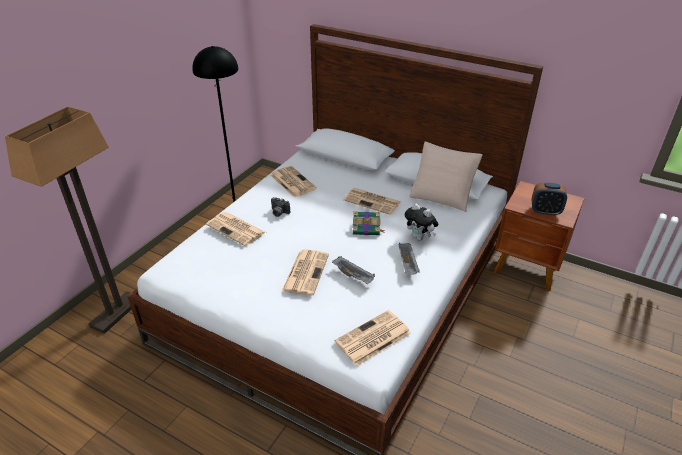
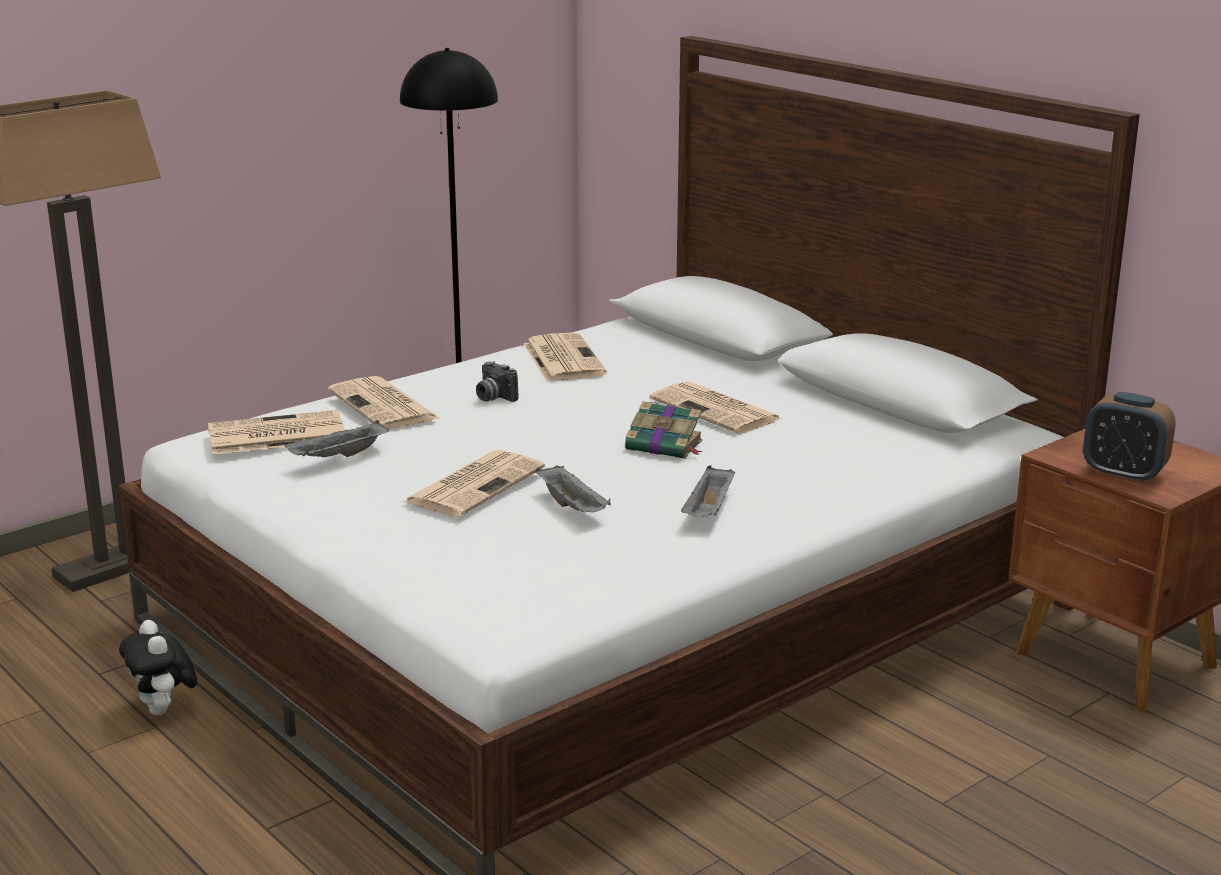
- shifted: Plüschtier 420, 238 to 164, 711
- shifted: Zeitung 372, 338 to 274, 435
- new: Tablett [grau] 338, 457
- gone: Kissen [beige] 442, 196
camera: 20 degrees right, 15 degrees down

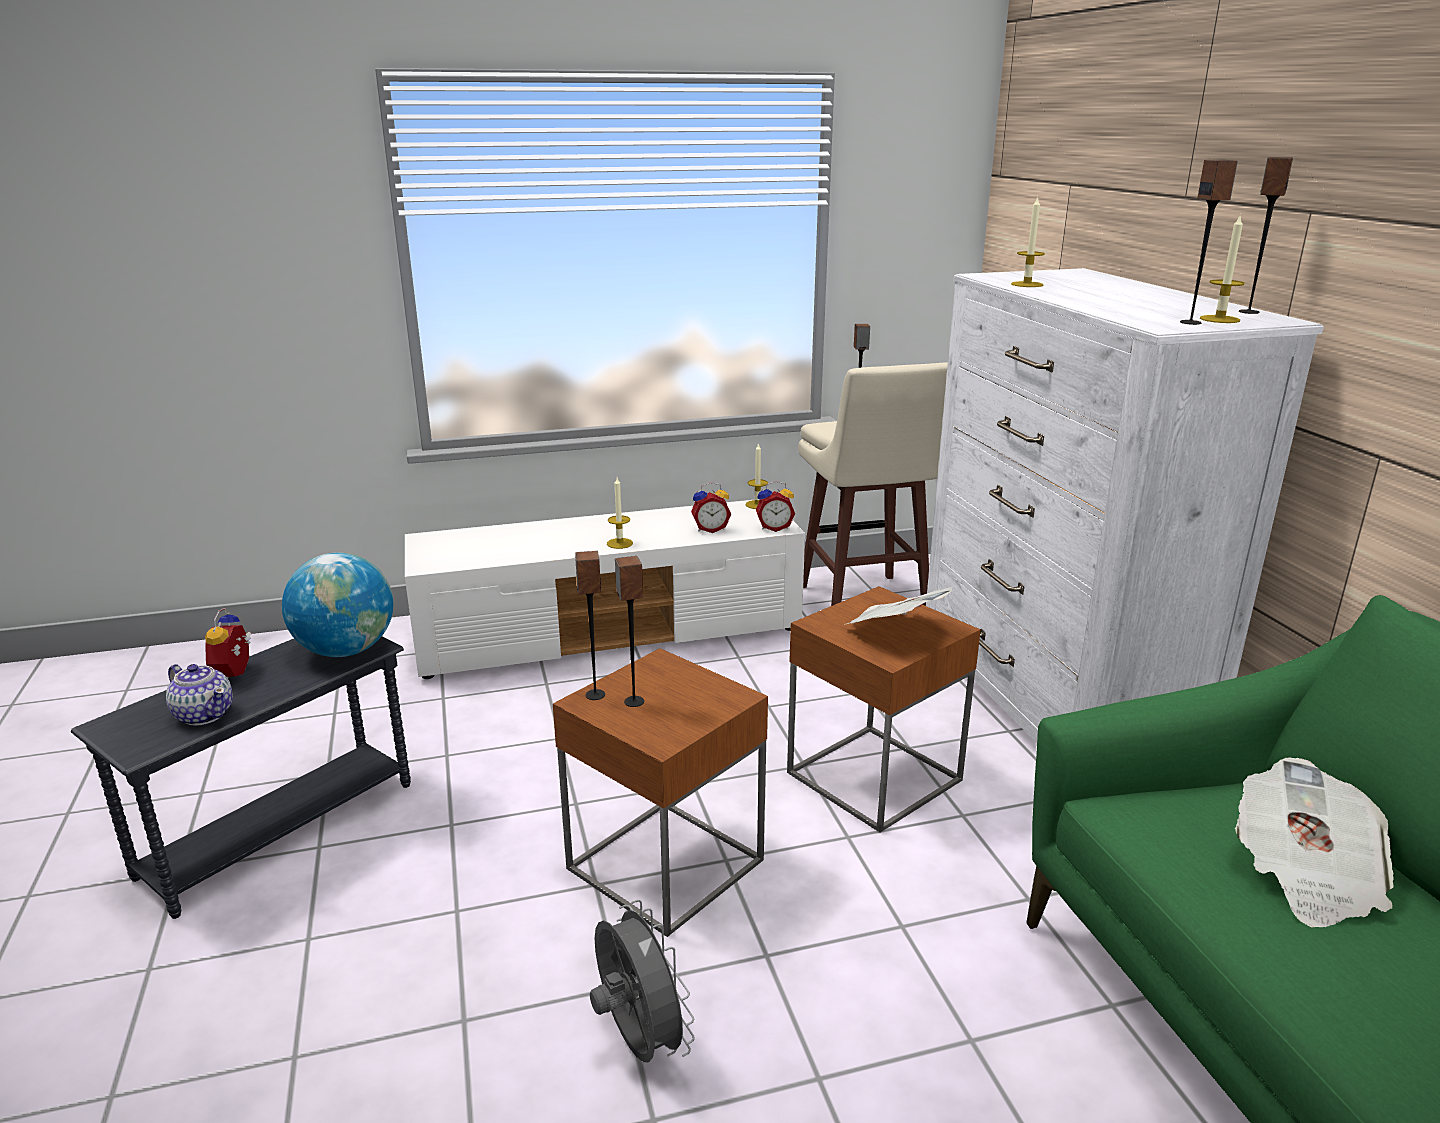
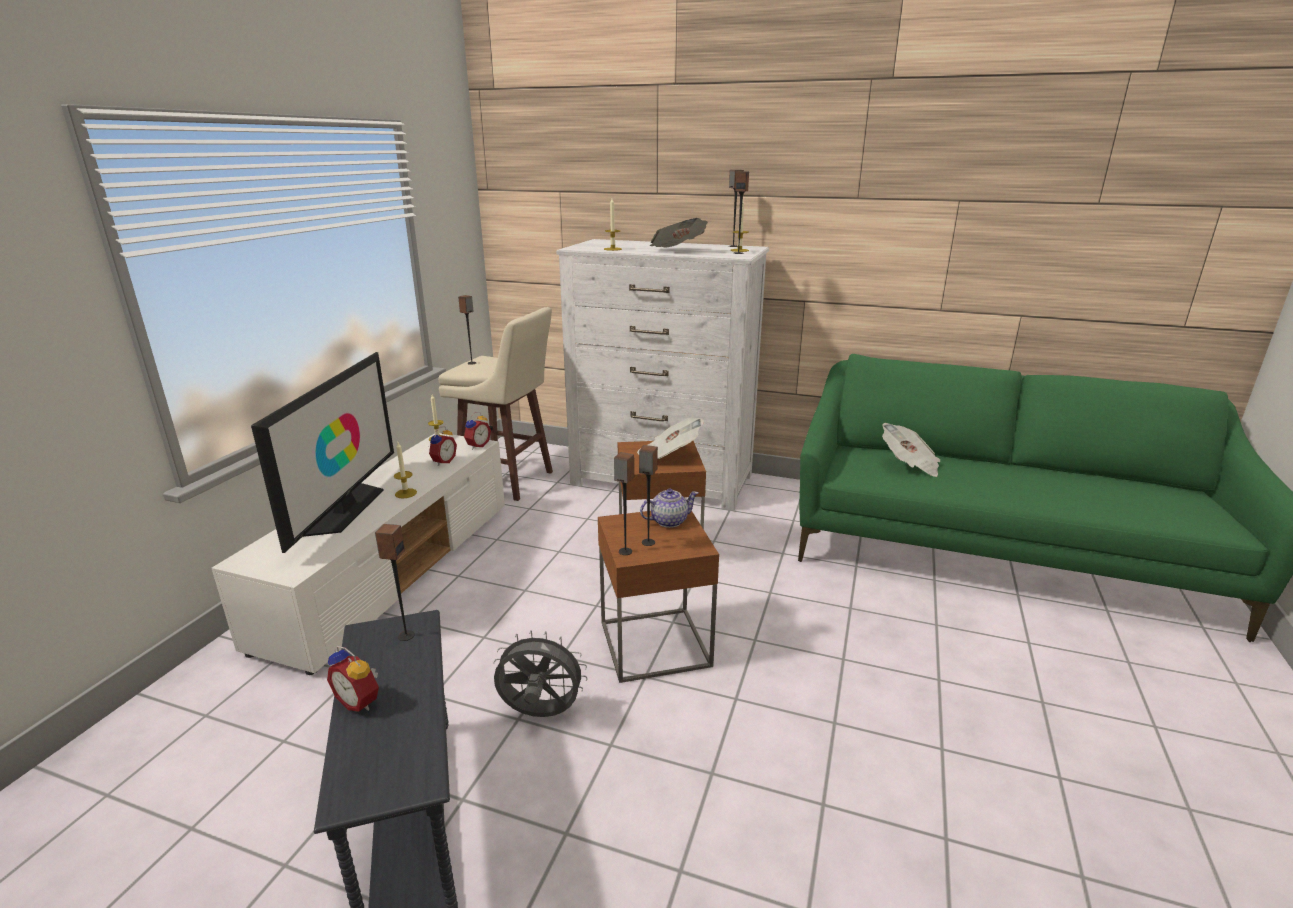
- new: Fernseher 345, 509
- swapped: Globus 346, 650 to Lautsprecher 406, 635
- shifted: Ventilator [grau] 638, 1041 to 540, 714
- shifted: Teekanne 204, 714 to 668, 521
- new: Zeitung 677, 250
camera: 55 degrees left, 0 degrees up

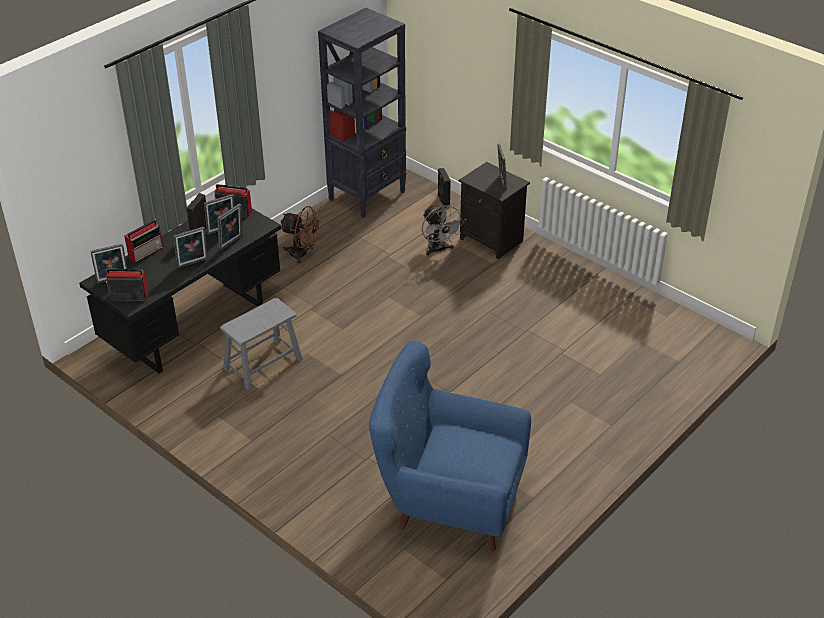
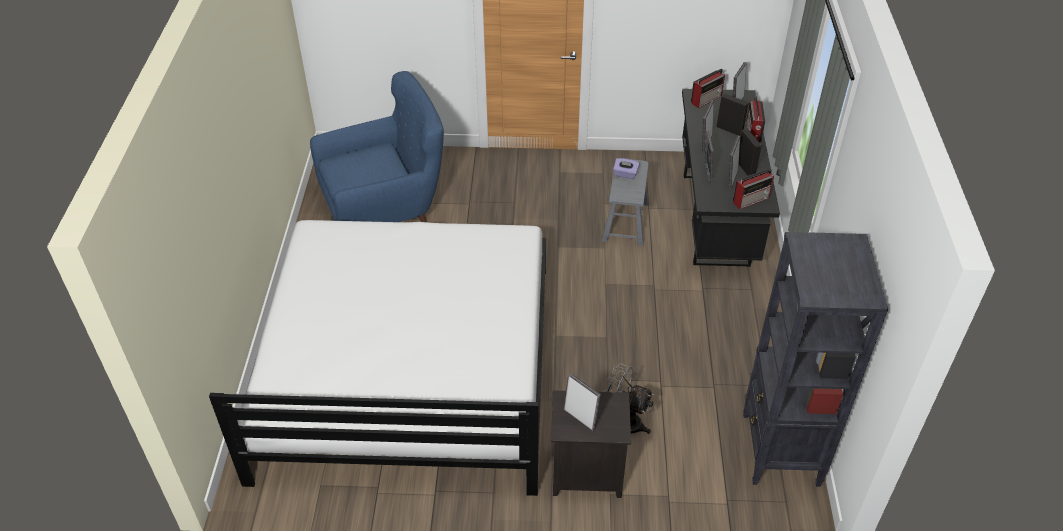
- new: Bett [weiß] 407, 369
- new: Taschentuchbox [lila] 625, 174
- shifted: Lautsprecher [schwarz] 443, 201 to 730, 129
- gone: Ventilator [braun] 302, 254
camera: 140 degrees right, 5 degrees up

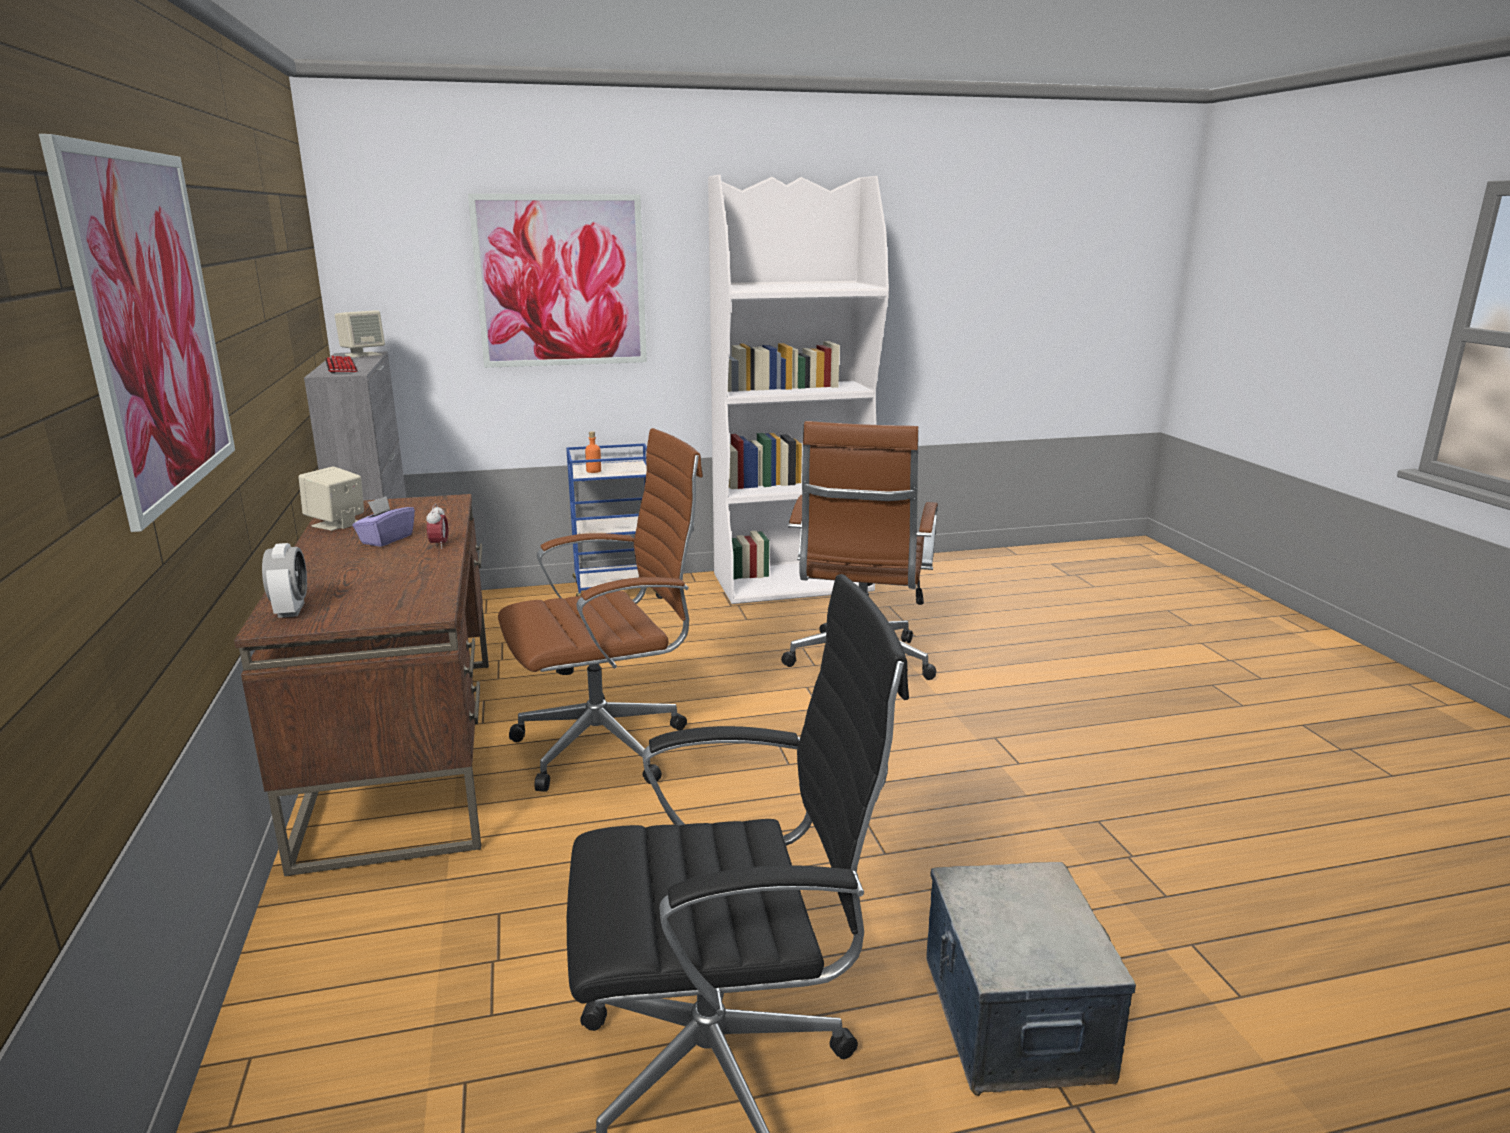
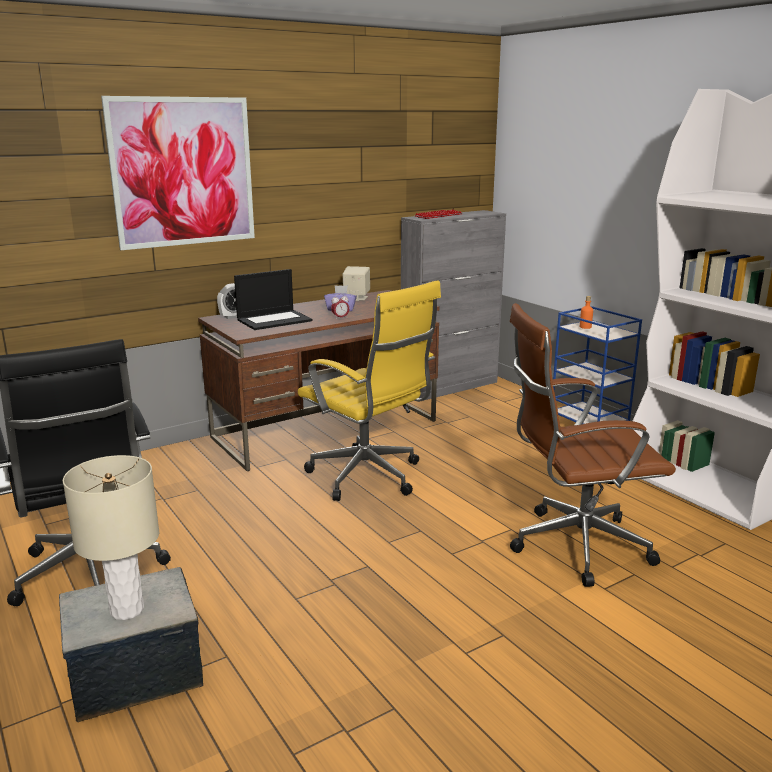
- new: Tischlampe [beige] 126, 610
- new: Laptop 274, 320
- repainted: Bürostuhl [braun] 609, 745 to Bürostuhl [gelb] 369, 477
- gone: Lautsprecher [beige] 363, 355
- gone: Bild 561, 281
camera: 70 degrees right, 0 degrees up

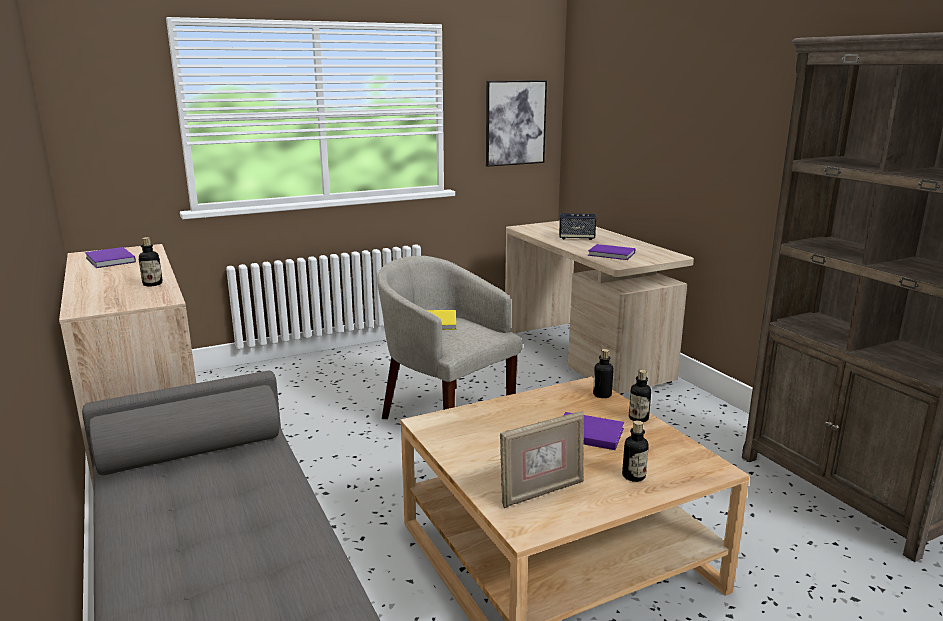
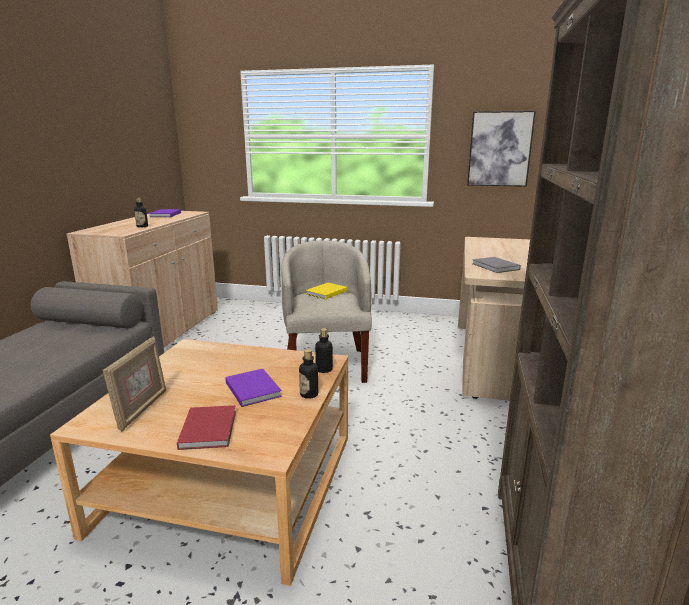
- rotated: Bilderrahmen 541, 492 = 141, 409 90 degrees counterclockwise
- swapped: Flasche 633, 476 to Buch [rot] 210, 428
- repainted: Buch [lila] 612, 254 to Buch [grau] 495, 267
- gone: Lautsprecher 576, 238
camera: 40 degrees right, 0 degrees up

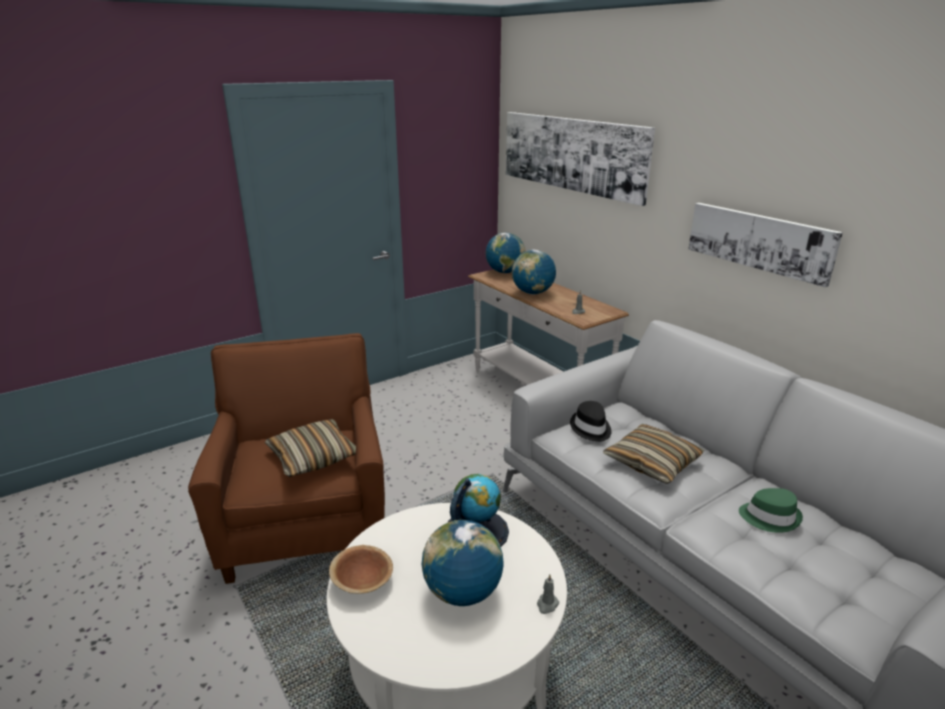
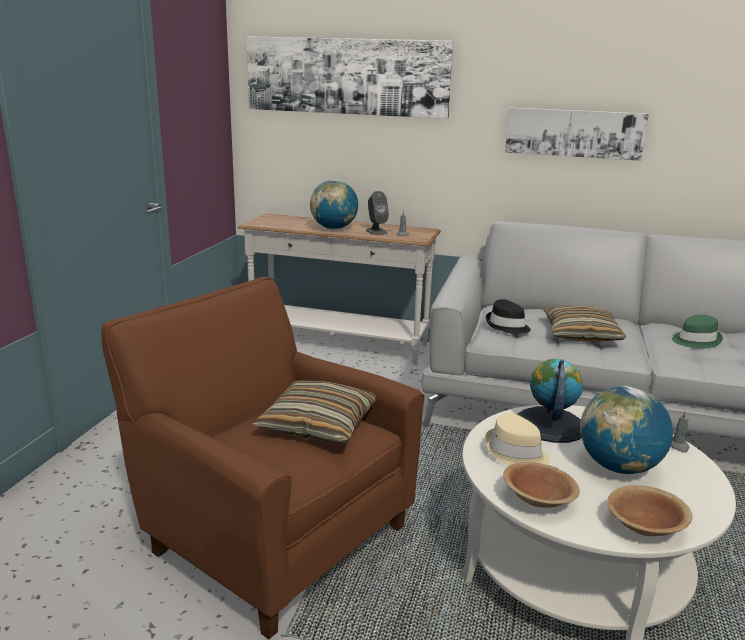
- new: Lautsprecher [grau] 376, 231
- new: Hut [beige] 515, 452
- new: Schüssel [braun] 644, 526
- gone: Globus 505, 272
camera: 40 degrees left, 5 degrees down

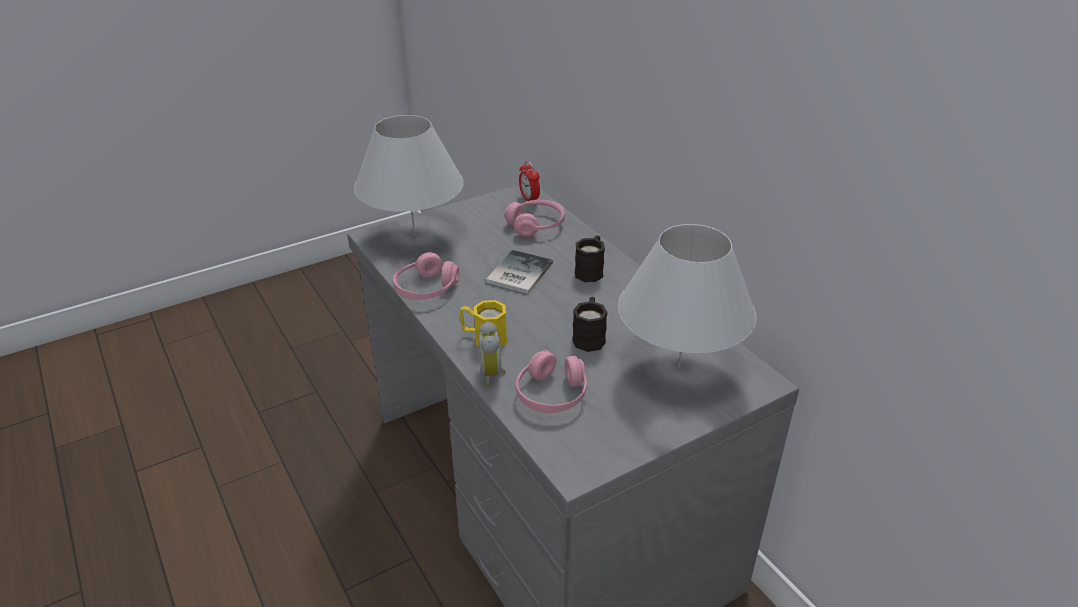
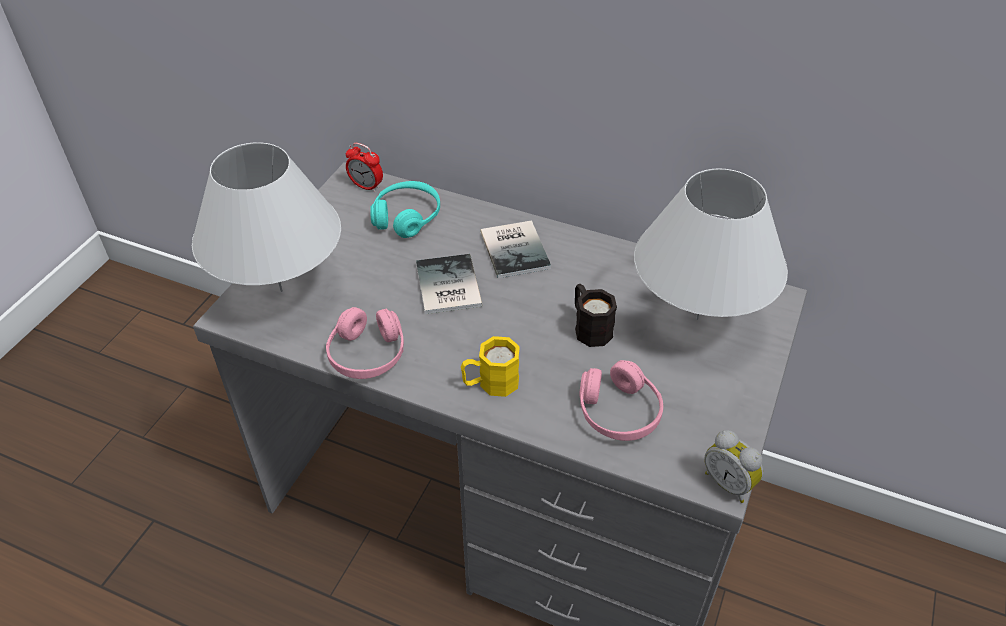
- repainted: Kopfhörer [rosa] 536, 225 to Kopfhörer [türkis] 407, 217
- swapped: Henkelbecher [schwarz] 590, 270 to Buch 516, 248
- shifted: Wecker 493, 374 to 729, 483
camera: 35 degrees left, 10 degrees up

